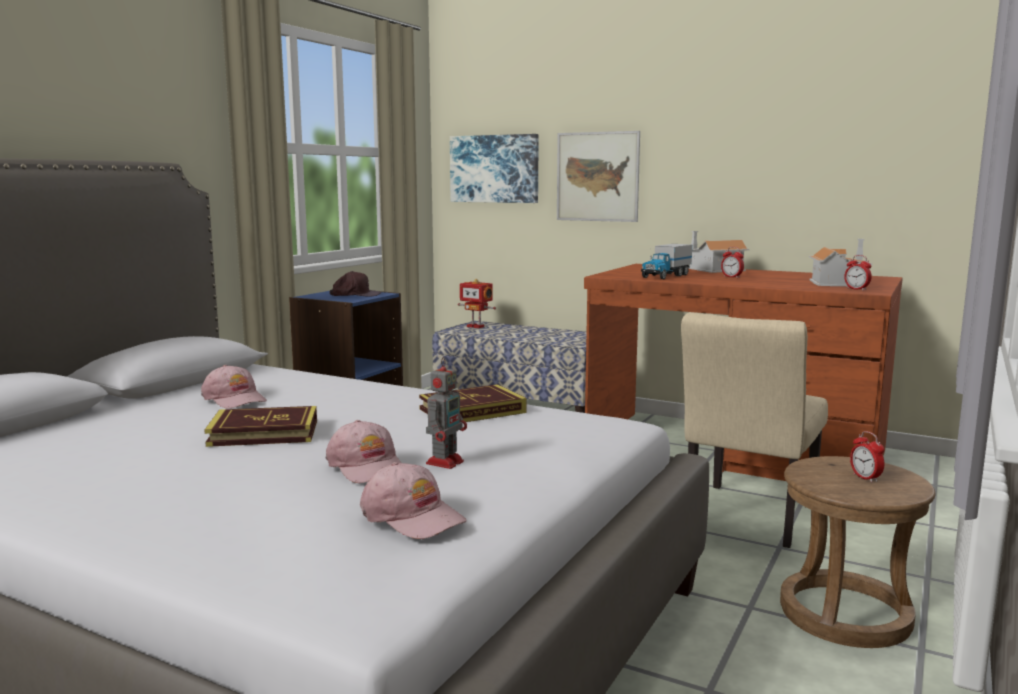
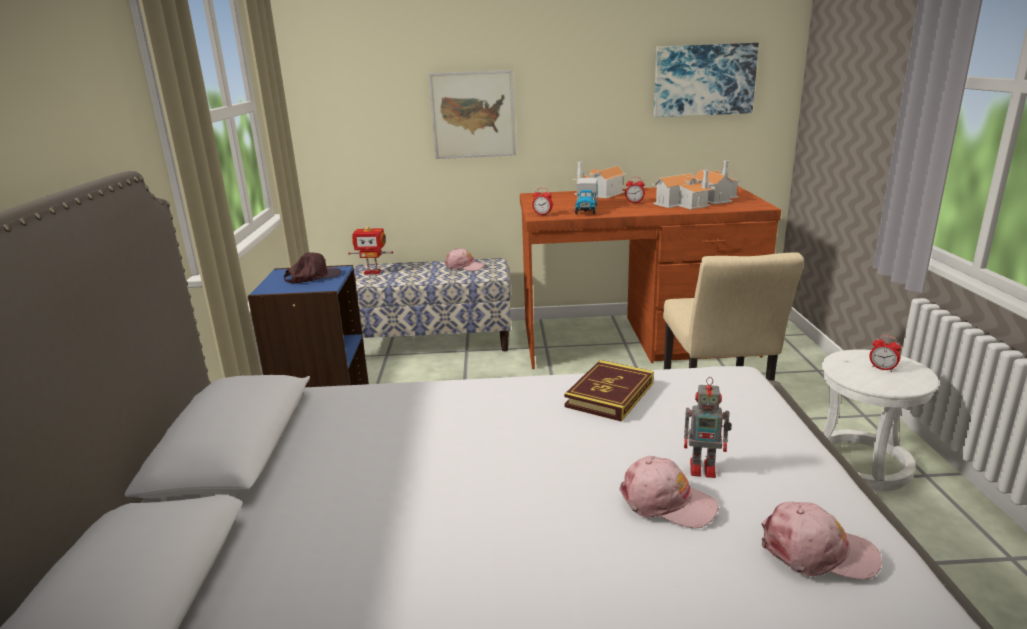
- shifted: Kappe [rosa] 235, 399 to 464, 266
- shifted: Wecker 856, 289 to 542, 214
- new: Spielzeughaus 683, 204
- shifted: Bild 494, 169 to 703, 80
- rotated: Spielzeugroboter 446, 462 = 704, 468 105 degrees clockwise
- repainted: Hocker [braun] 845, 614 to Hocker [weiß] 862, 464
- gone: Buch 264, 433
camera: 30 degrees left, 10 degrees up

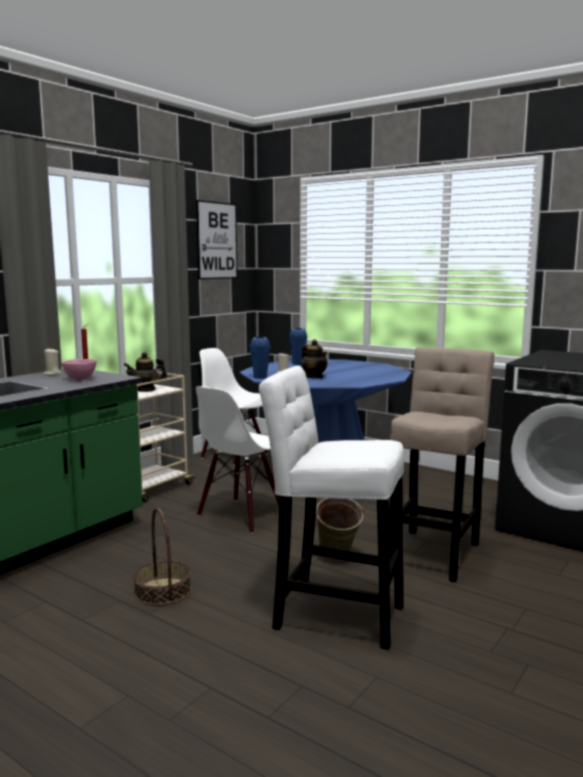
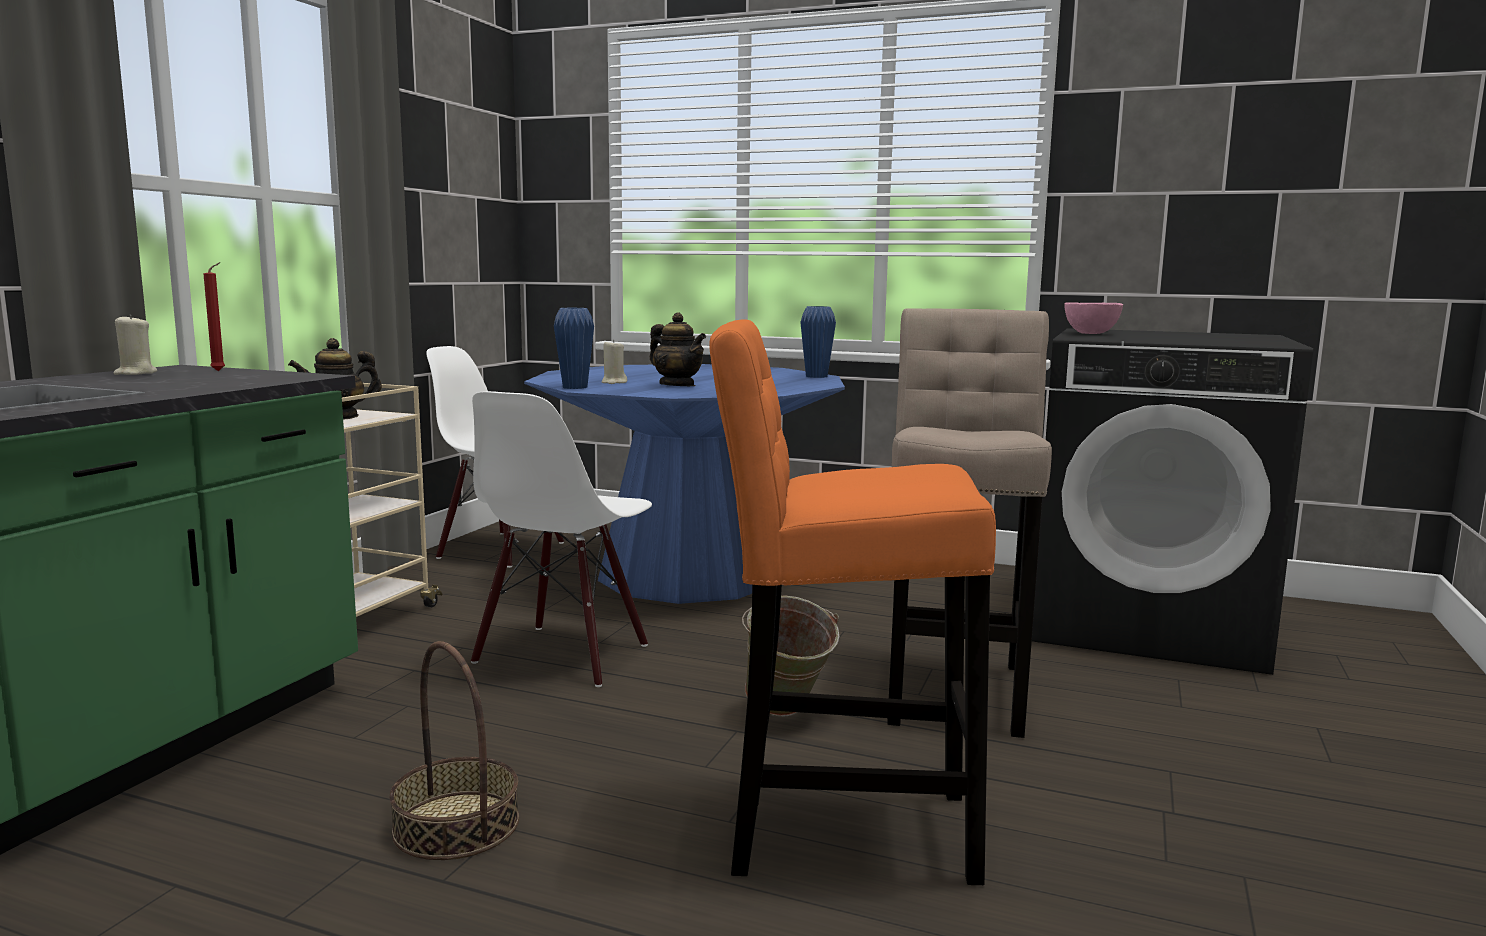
- repainted: Hocker [weiß] 332, 614 to Hocker [orange] 836, 828
- shifted: Vase [blau] 298, 364 to 816, 376
- shifted: Schüssel [rosa] 79, 379 to 1091, 333
- gone: Bild 217, 240
camera: 15 degrees left, 0 degrees up

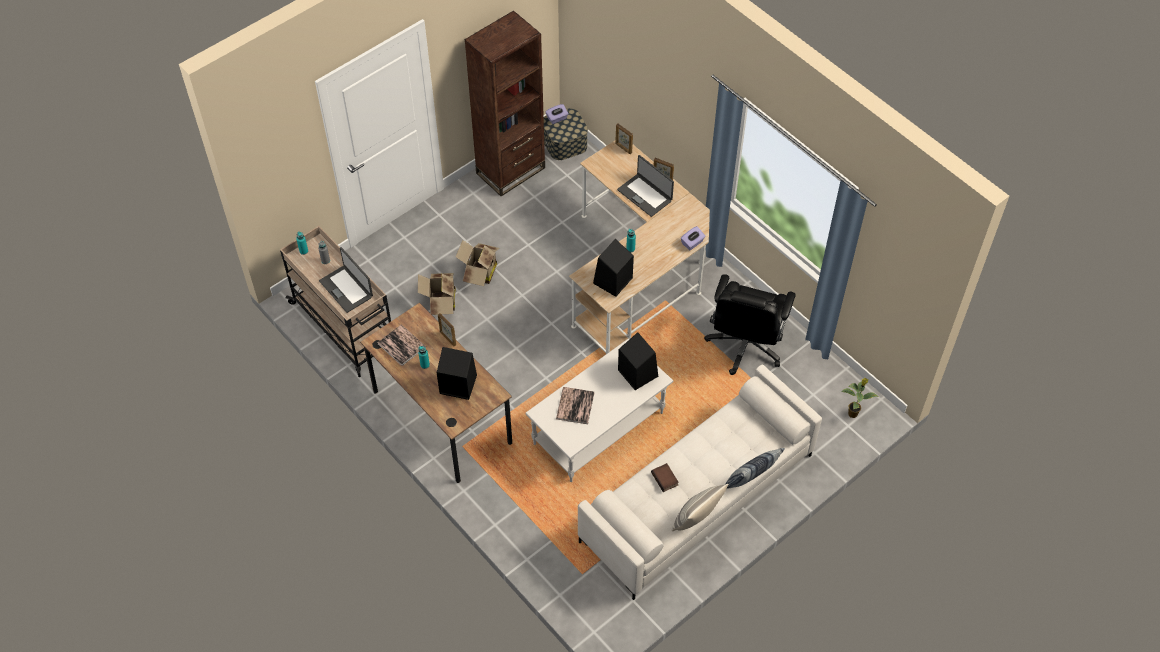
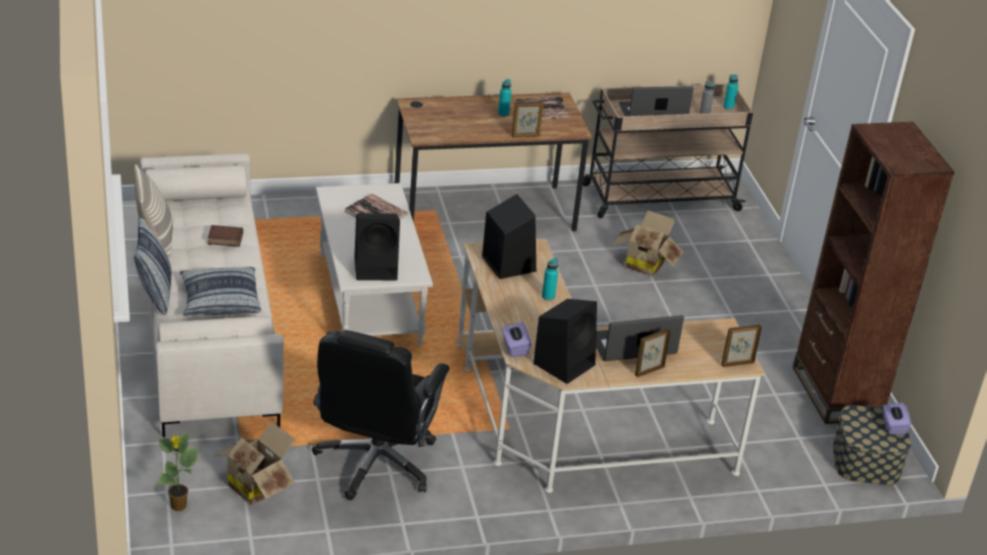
- new: Kissen 220, 300
- shifted: Karton 479, 273 to 257, 485
- rotated: Bürostuhl [schwarz] 745, 345 = 375, 463 120 degrees counterclockwise
- shifted: Lautsprecher [schwarz] 457, 384 to 564, 363
camera: 115 degrees right, 20 degrees down

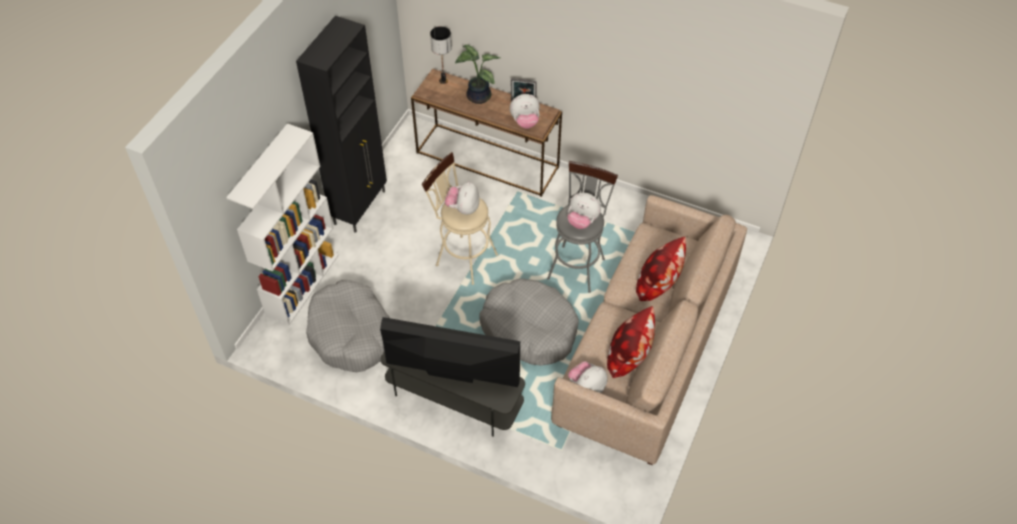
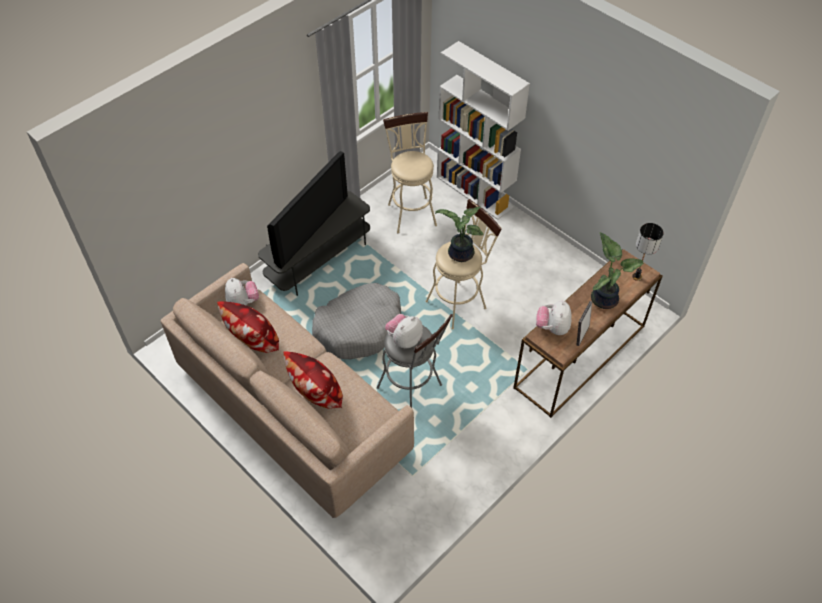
- swapped: Hundebett [grau] 351, 334 to Hocker [beige] 410, 211
- swapped: Plüschtier 463, 208 to Topfpflanze 459, 254
- gone: Schrank [schwarz] 360, 207
camera: 110 degrees right, 0 degrees up

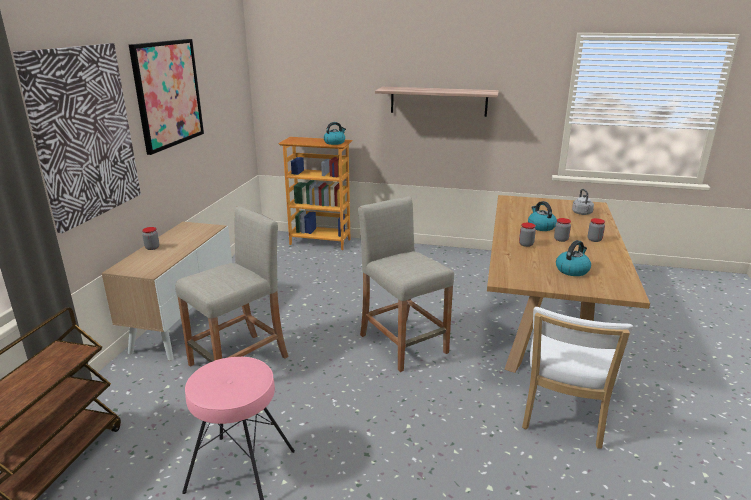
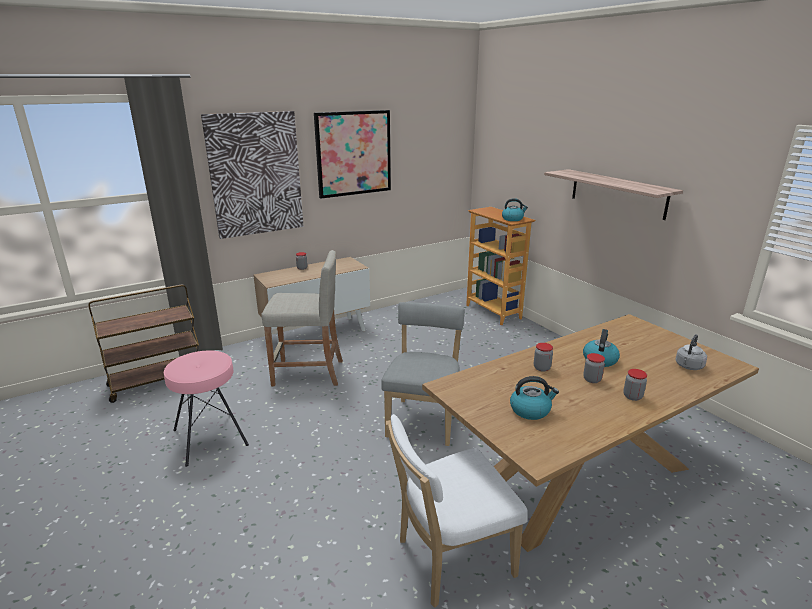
- swapped: Hocker [beige] 403, 344 to Stuhl [grau] 424, 419
camera: 45 degrees right, 0 degrees up

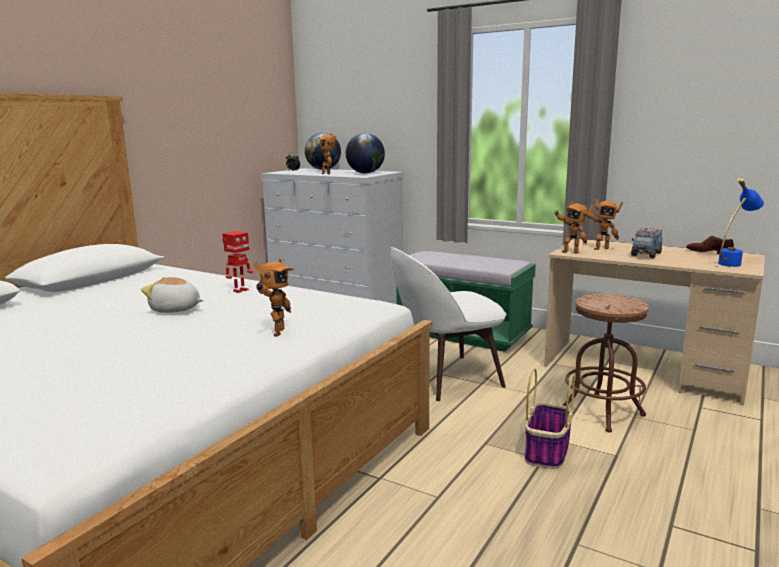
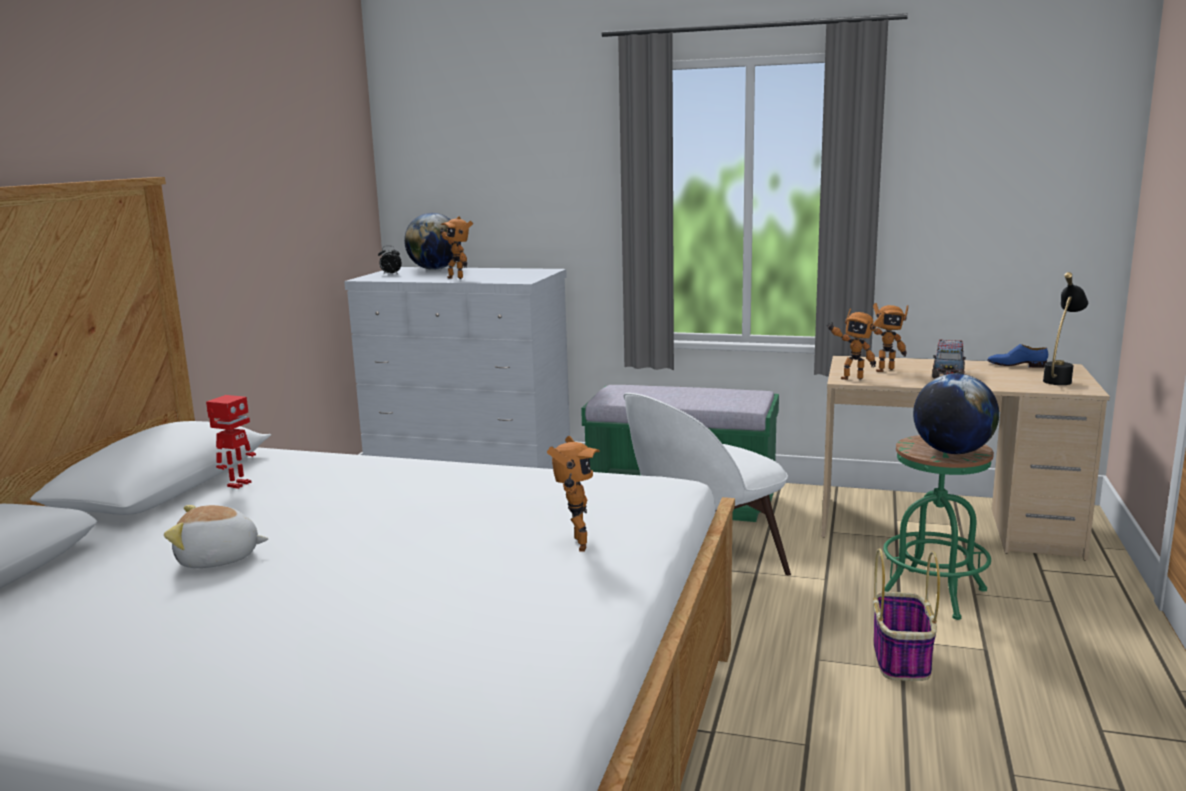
- shifted: Plüschtier 175, 309 to 218, 559
- shifted: Spielzeugroboter 240, 290 to 238, 484
- repainted: Hocker [braun] 602, 412 to Hocker [grün] 933, 594
- shifted: Globus 365, 173 to 952, 452
- repainted: Schuh [braun] 708, 252 to Schuh [blau] 1016, 365
- repainted: Tischlampe [blau] 734, 262 to Tischlampe [schwarz] 1060, 379
camera: 15 degrees left, 0 degrees up

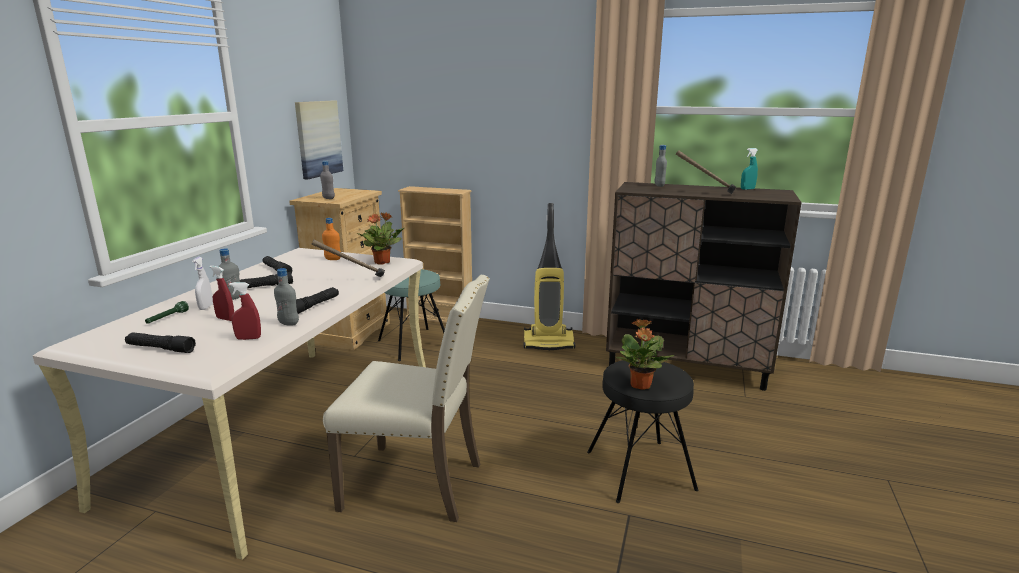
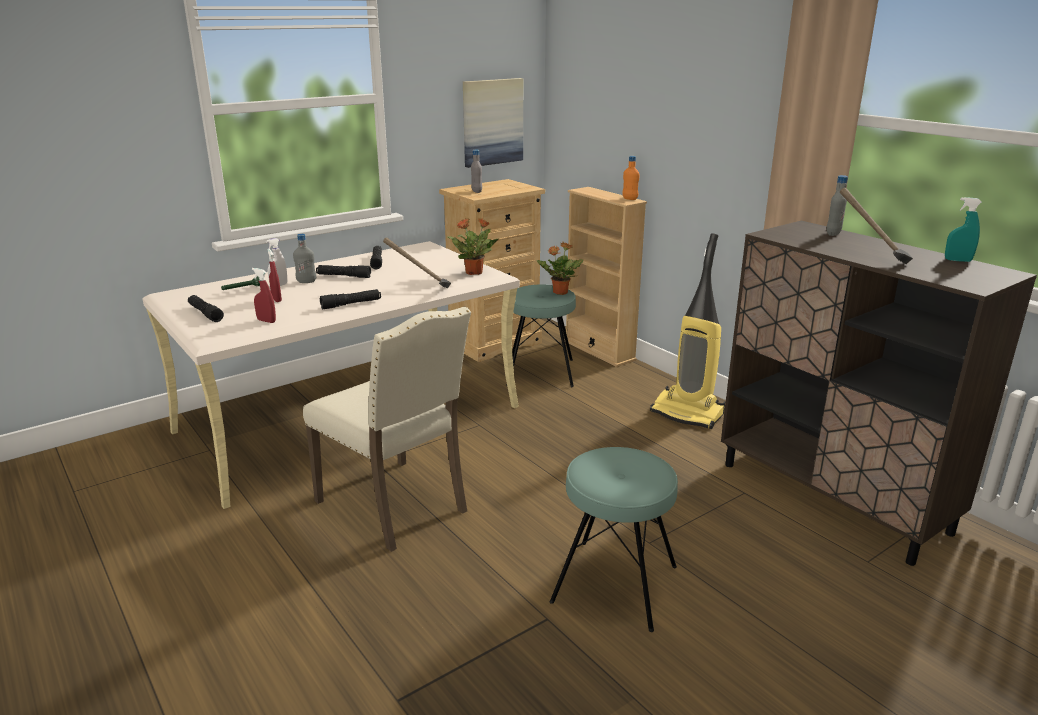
- shifted: Topfpflanze 640, 385 to 559, 292
- repainted: Hocker [schwarz] 640, 470 to Hocker [türkis] 615, 584
- shifted: Flasche [orange] 333, 259 to 629, 199
- gone: Flasche [grau] 288, 323
camera: 35 degrees right, 5 degrees up

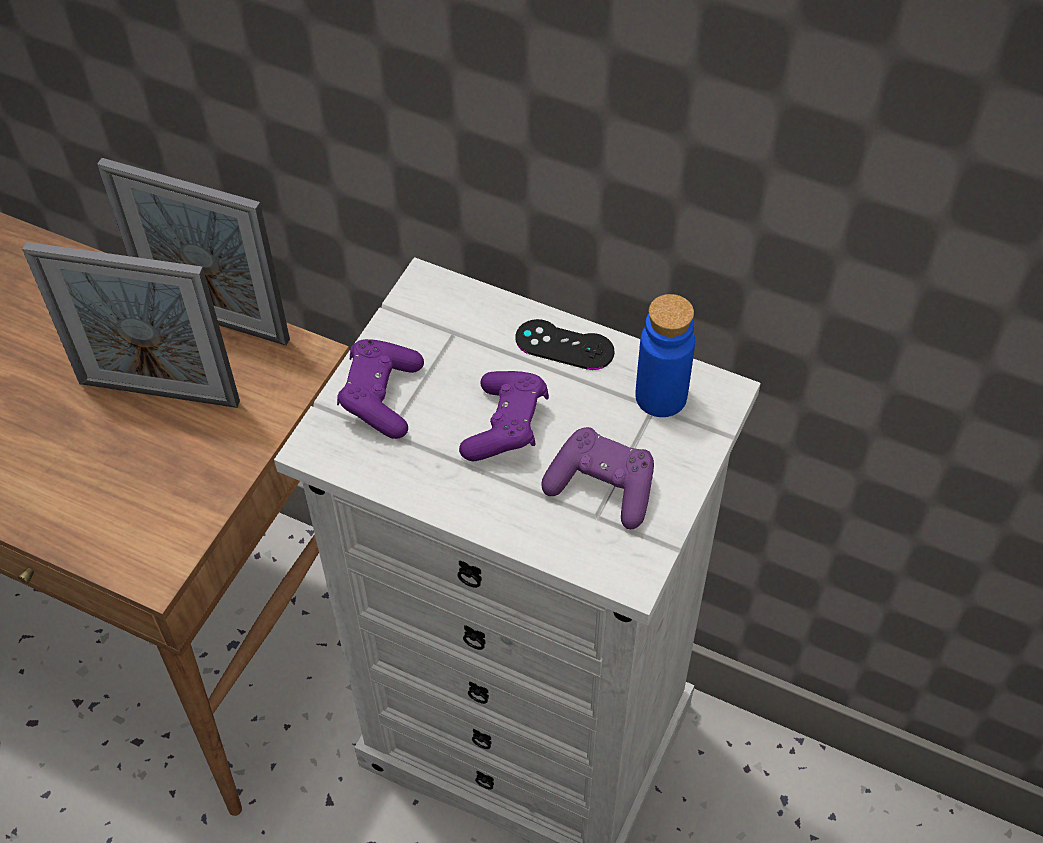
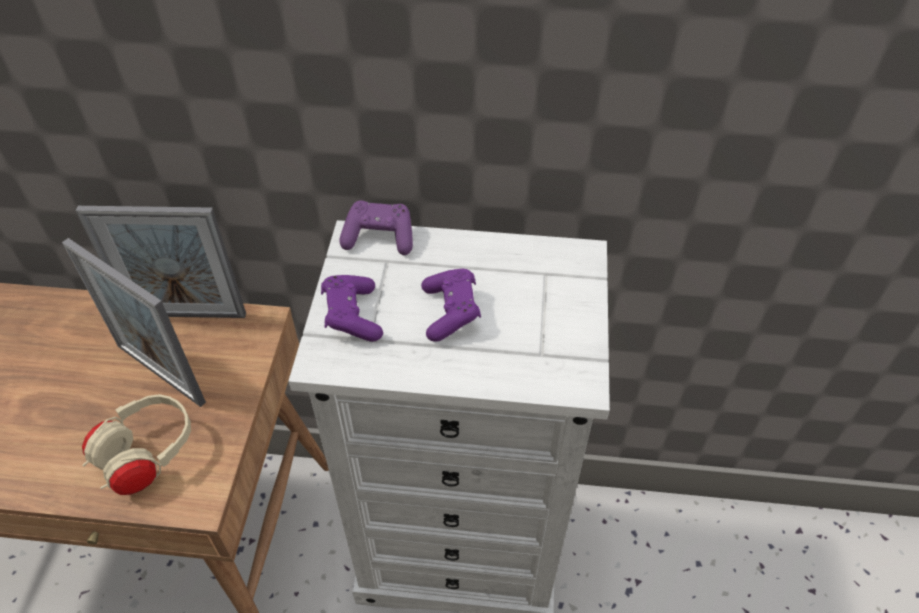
- rotated: Bilderrahmen 159, 392 = 160, 373 45 degrees clockwise
- new: Kopfhörer [beige] 147, 456
- shifted: Gamepad [lila] 602, 487 to 379, 238
- gone: Gamepad [schwarz] 564, 345
- gone: Flasche [blau] 661, 396
camera: 20 degrees left, 5 degrees down

